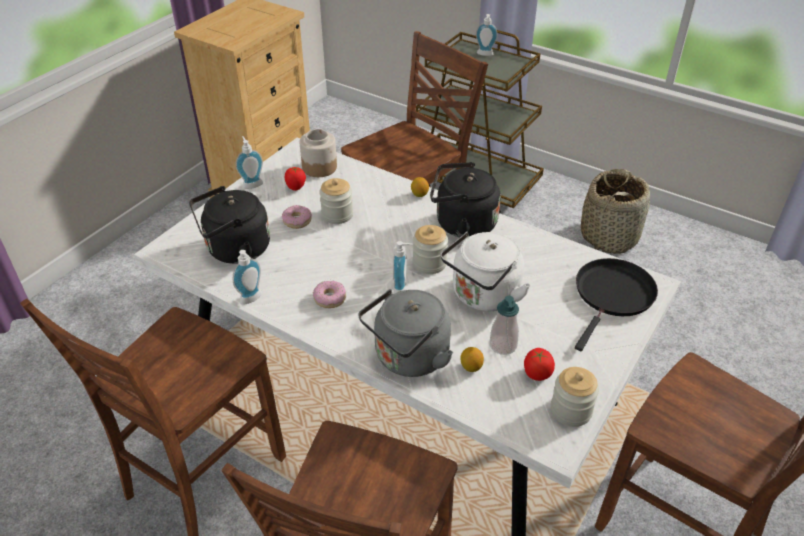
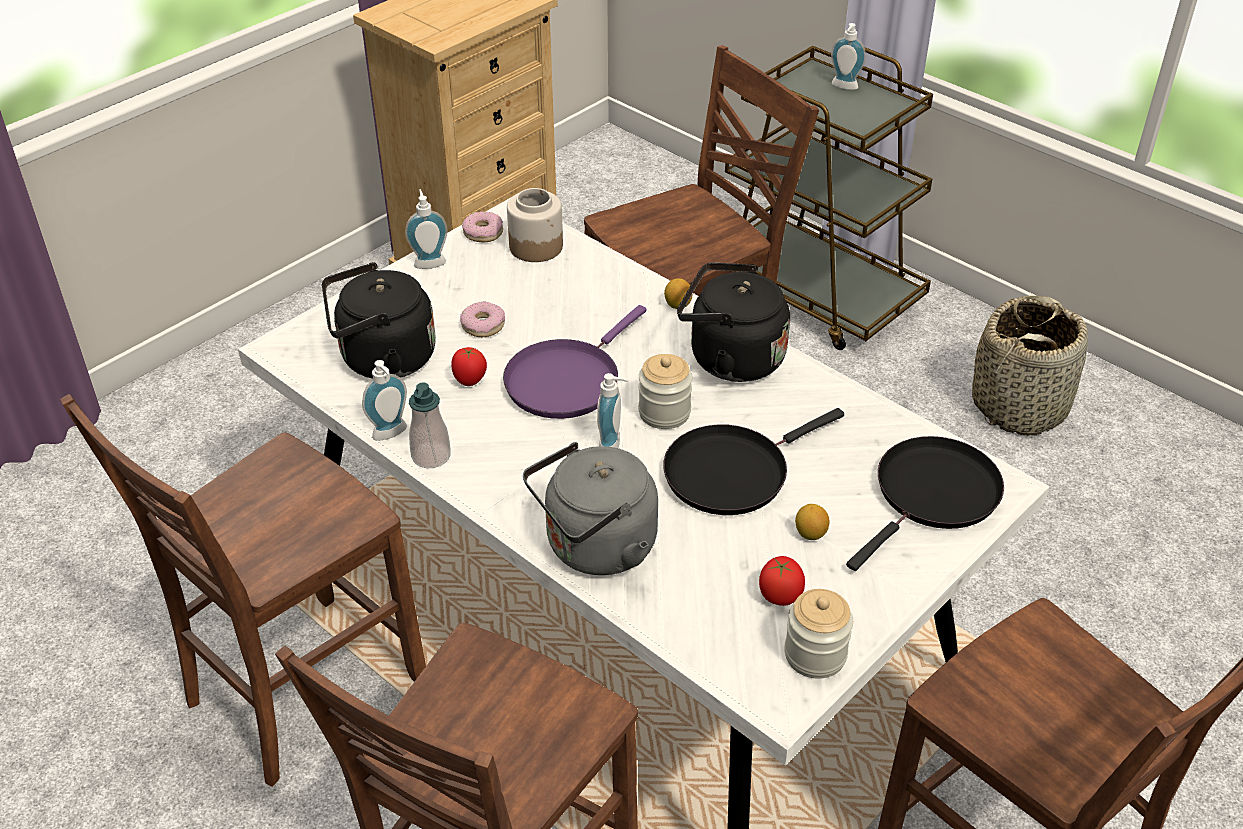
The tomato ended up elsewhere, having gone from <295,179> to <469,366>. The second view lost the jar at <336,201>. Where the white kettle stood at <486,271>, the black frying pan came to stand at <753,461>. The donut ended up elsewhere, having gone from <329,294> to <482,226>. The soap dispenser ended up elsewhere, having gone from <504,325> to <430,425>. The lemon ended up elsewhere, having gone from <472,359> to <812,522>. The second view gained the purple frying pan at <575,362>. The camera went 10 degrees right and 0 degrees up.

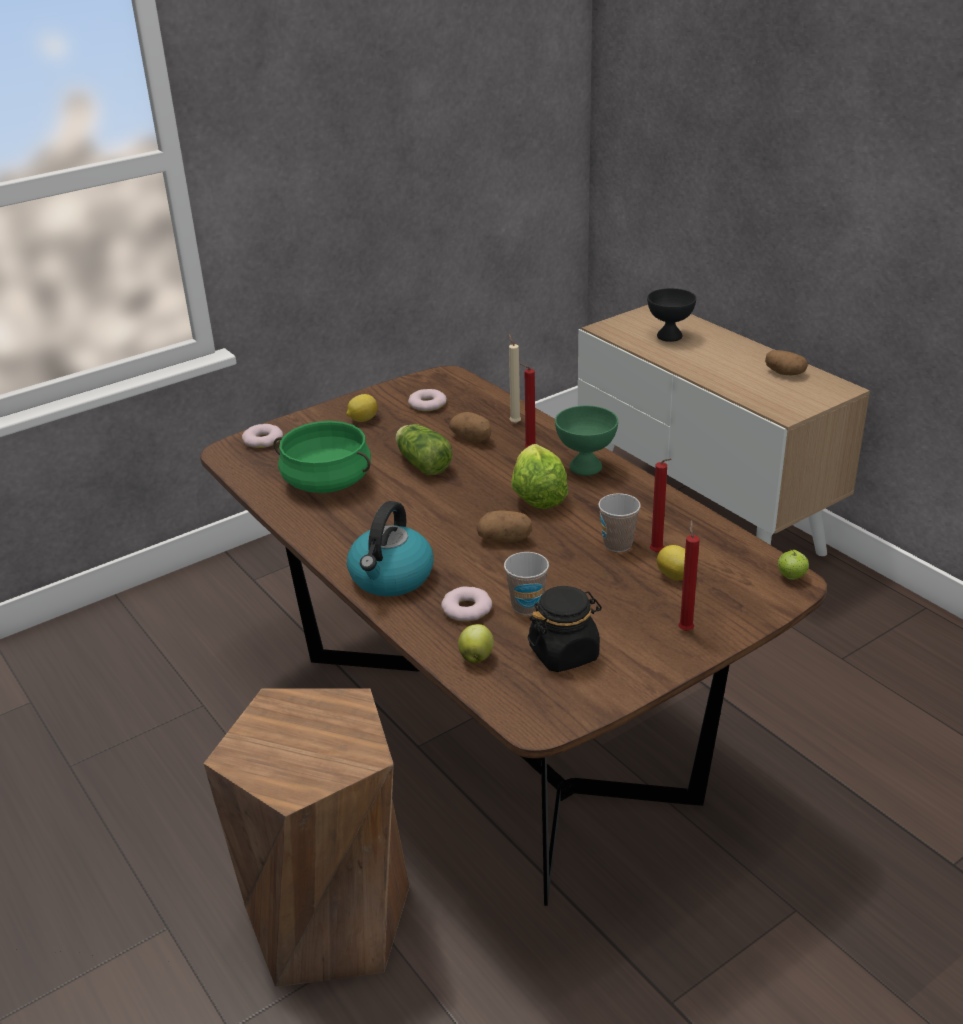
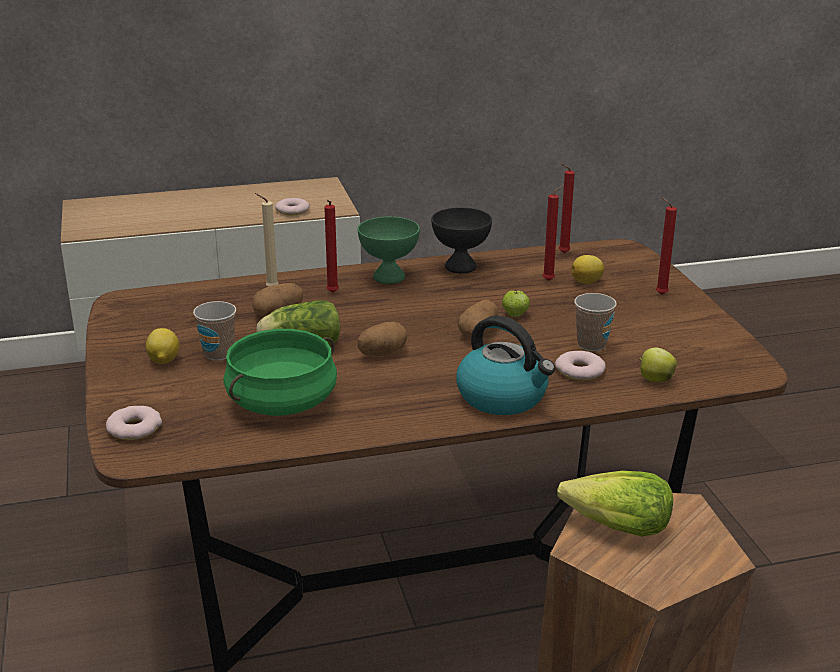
The black bowl ended up elsewhere, having gone from <671,315> to <461,240>. The potato ended up elsewhere, having gone from <786,363> to <382,339>. The donut ended up elsewhere, having gone from <427,400> to <292,206>. The lettuce ended up elsewhere, having gone from <539,476> to <615,504>. The cup ended up elsewhere, having gone from <619,522> to <214,331>. The apple ended up elsewhere, having gone from <793,564> to <516,304>. The second view lost the black jar at <565,629>. The second view gained the red candle at <567,208>. The camera went 70 degrees left and 5 degrees down.

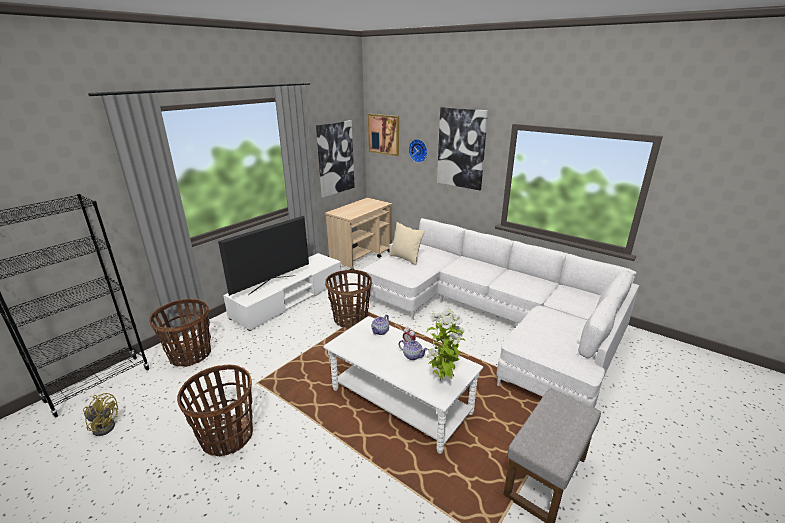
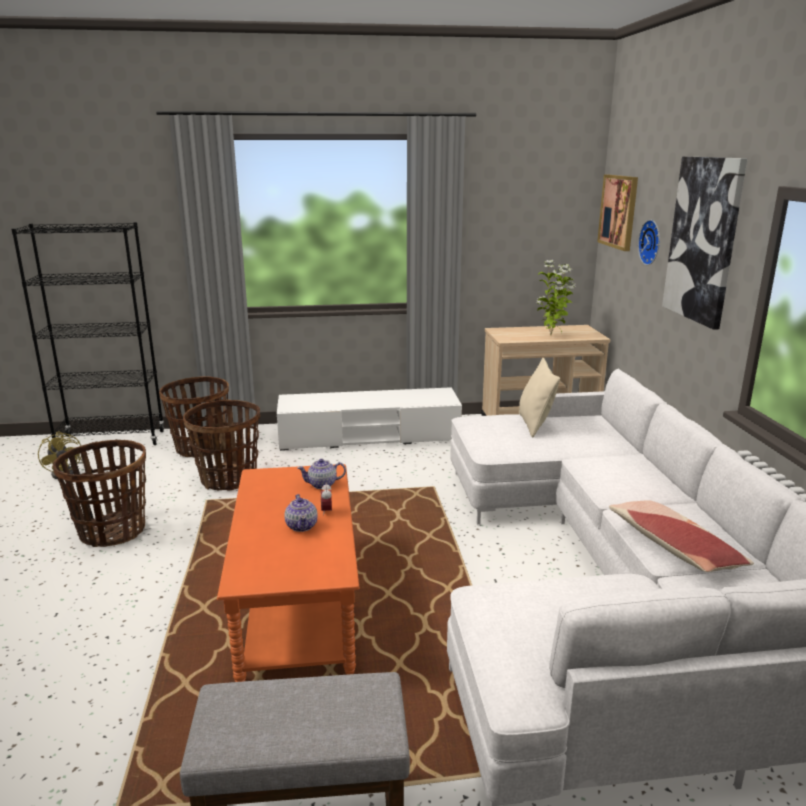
The second view lost the picture at <335,159>. The second view lost the television at <263,256>. The basket ended up elsewhere, having gone from <348,299> to <221,445>. The potted plant ended up elsewhere, having gone from <446,345> to <555,297>. What was the white coffee table at <403,385> turned into the orange coffee table at <288,573>. The second view gained the pillow at <681,536>. The camera went 45 degrees right and 5 degrees down.

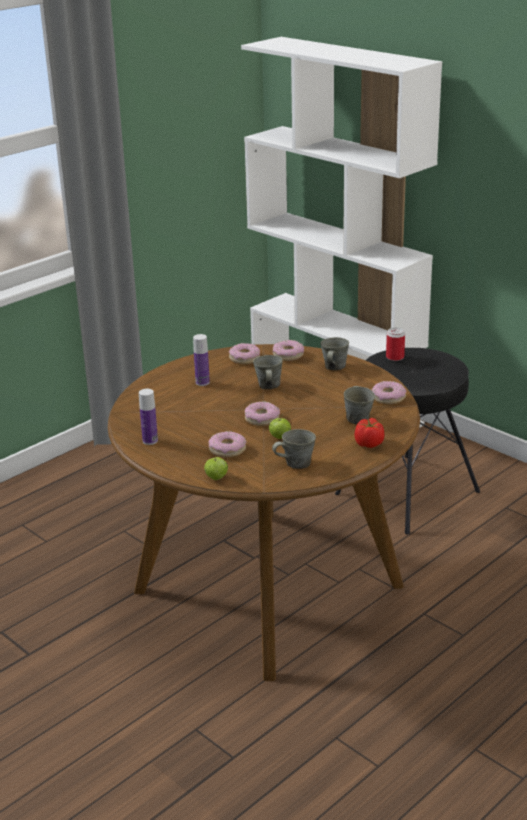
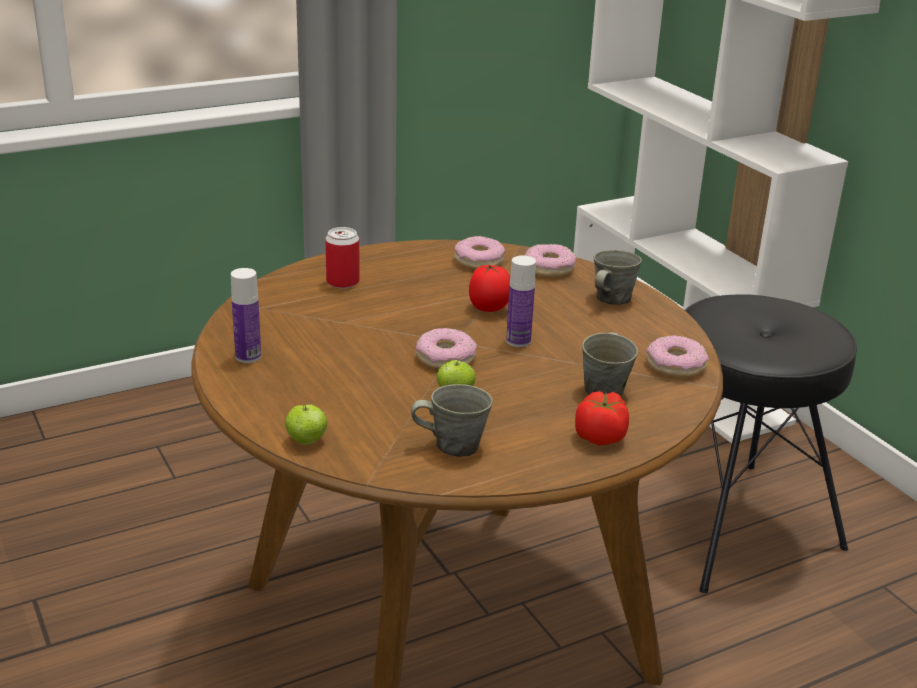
The can ended up elsewhere, having gone from <395,344> to <342,257>. The bottle ended up elsewhere, having gone from <201,360> to <521,301>. Where the grey mug stood at <268,372>, the tomato came to stand at <489,288>. The second view lost the donut at <227,444>. The camera went 15 degrees right and 0 degrees up.

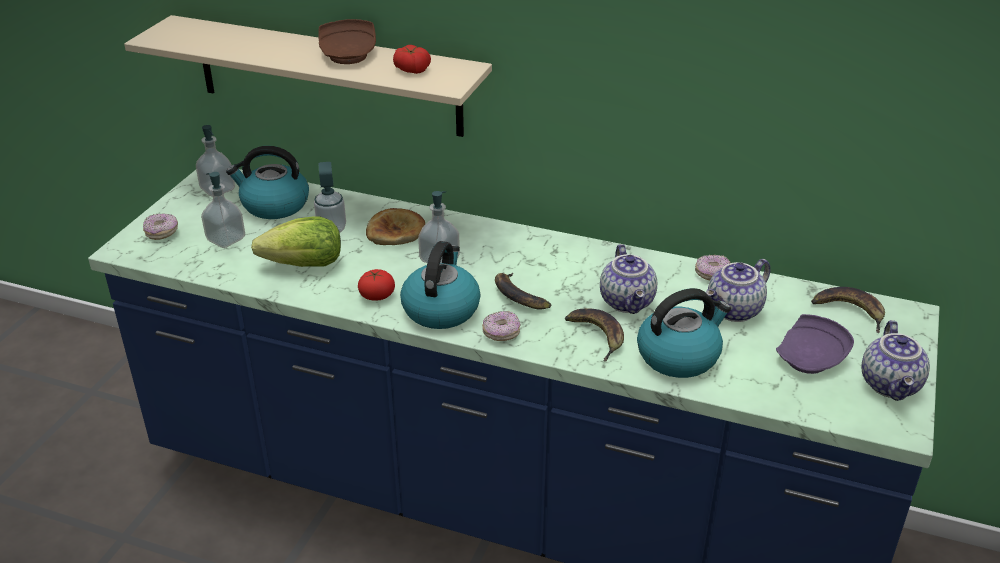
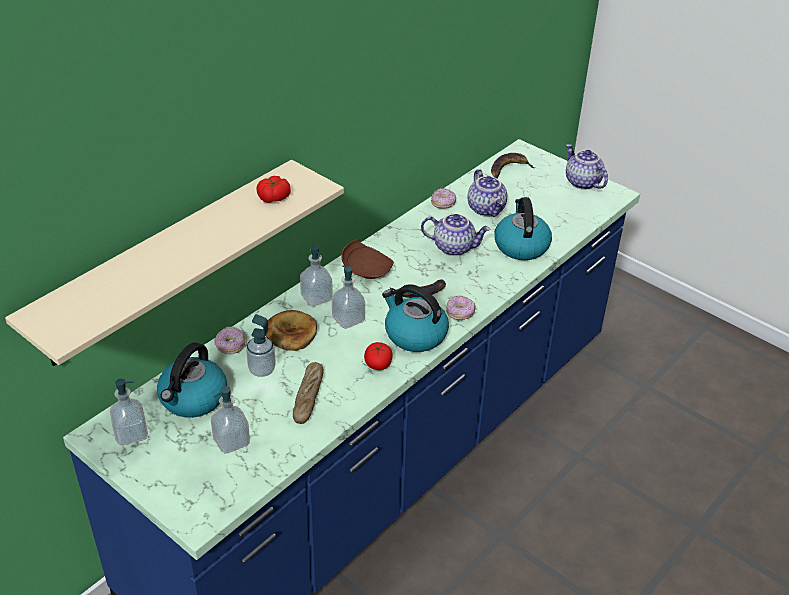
The brown plate ended up elsewhere, having gone from <347,41> to <367,259>. The donut ended up elsewhere, having gone from <160,226> to <230,340>. Where the lettuce stood at <296,242>, the bread came to stand at <308,393>. The second view lost the banana at <594,335>. The second view lost the purple plate at <815,344>. The teapot at <895,360> ended up facing another way, 150 degrees counterclockwise from before. The second view gained the soap dispenser at <316,275>. The camera went 70 degrees left and 5 degrees up.

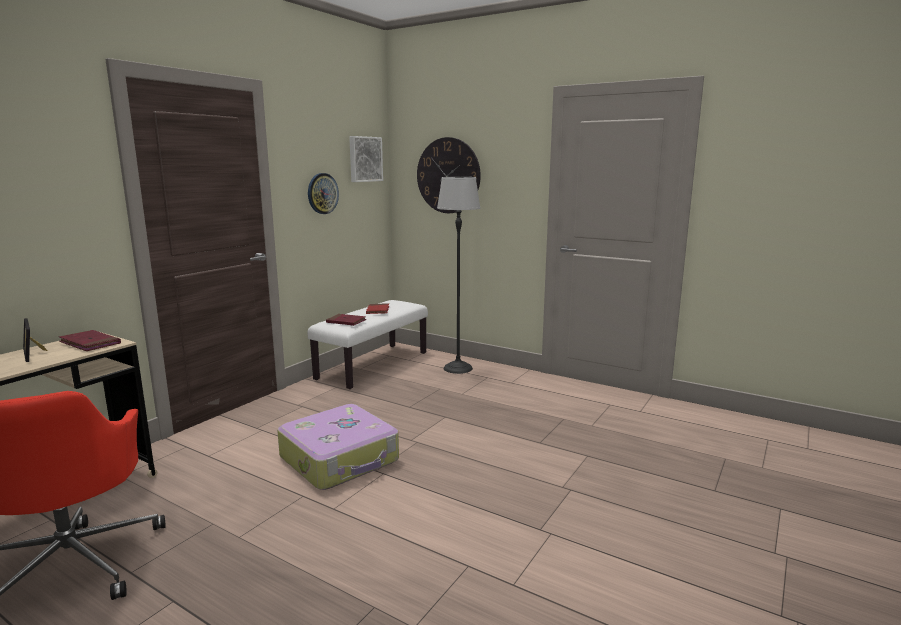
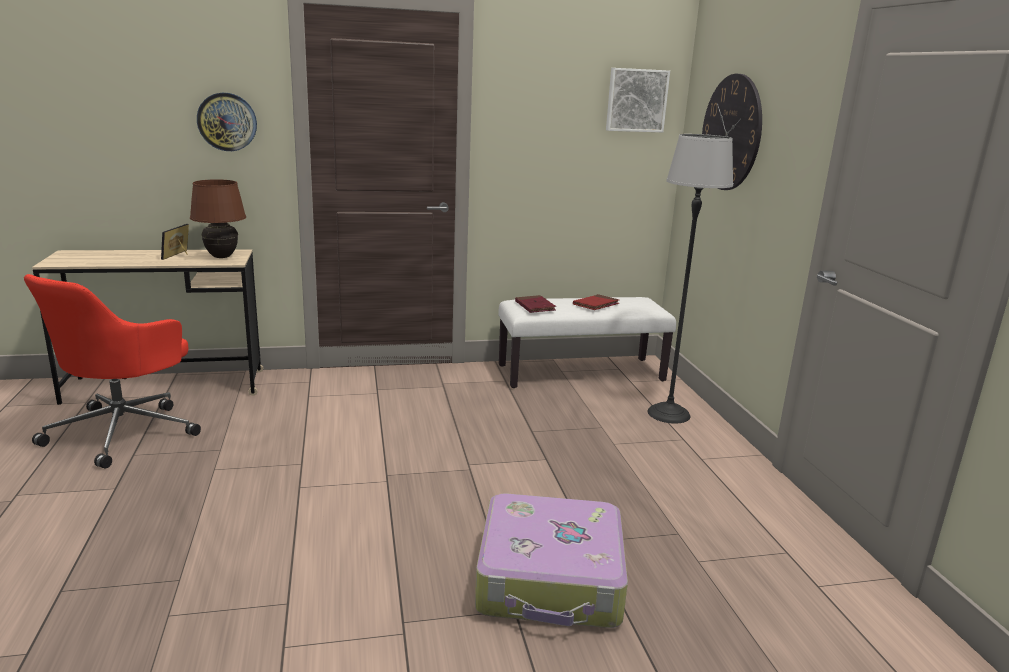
The wall clock ended up elsewhere, having gone from <323,193> to <227,122>. Where the red book stood at <90,340>, the brown table lamp came to stand at <218,218>. The suitcase ended up elsewhere, having gone from <338,447> to <551,561>. The camera went 45 degrees right and 5 degrees up.

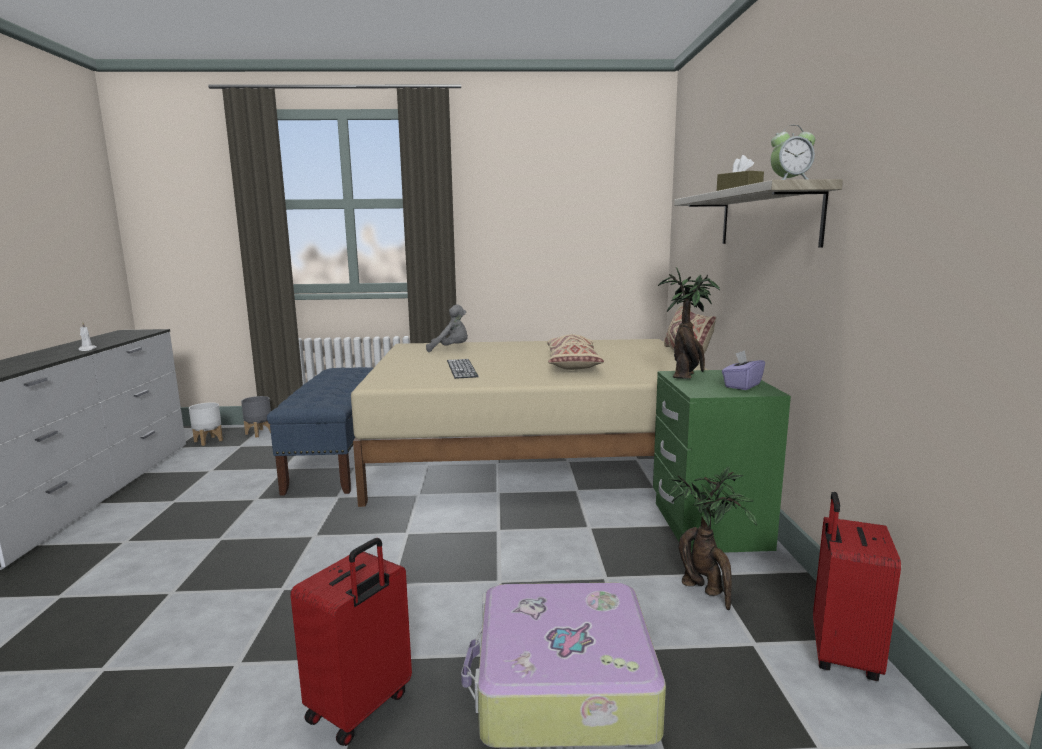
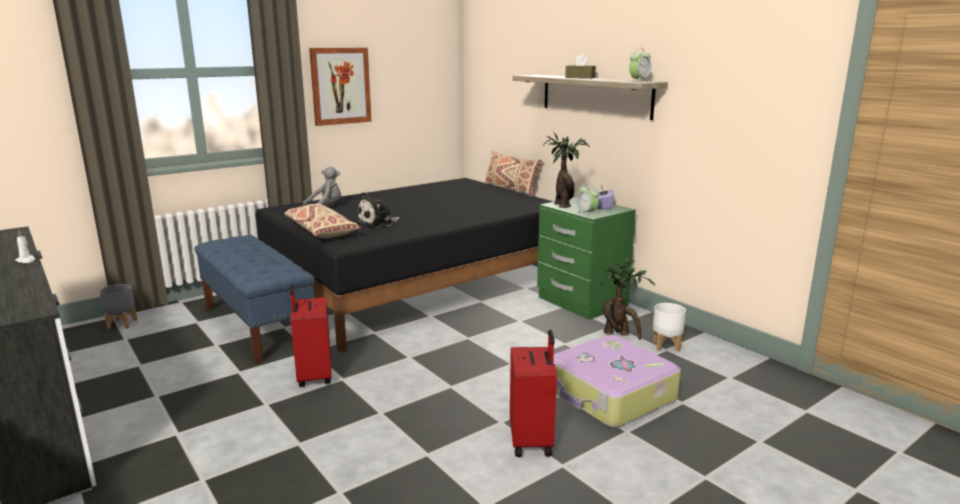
The beige pillow ended up elsewhere, having gone from <575,352> to <323,221>. What was the beige bed at <529,423> turned into the black bed at <404,265>. Where the keyboard stood at <463,369>, the plush toy came to stand at <378,210>. The white planter ended up elsewhere, having gone from <206,424> to <669,327>. The red suitcase ended up elsewhere, having gone from <857,586> to <311,335>. The second view gained the picture at <340,87>. The second view gained the alarm clock at <587,200>. The camera went 35 degrees left and 5 degrees up.

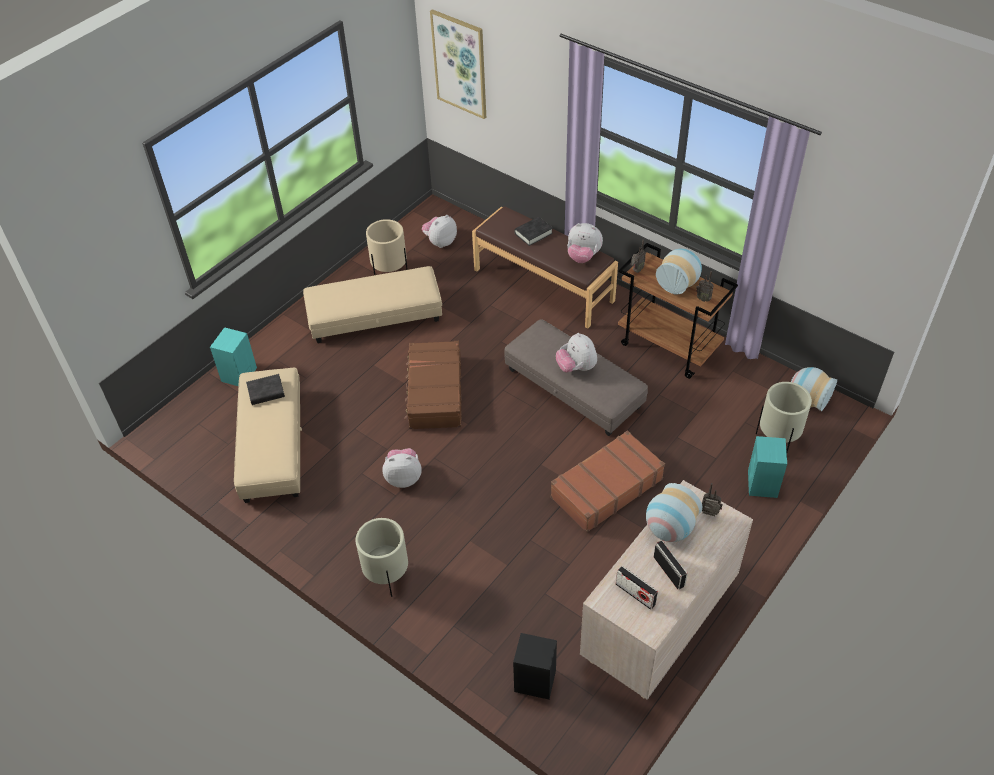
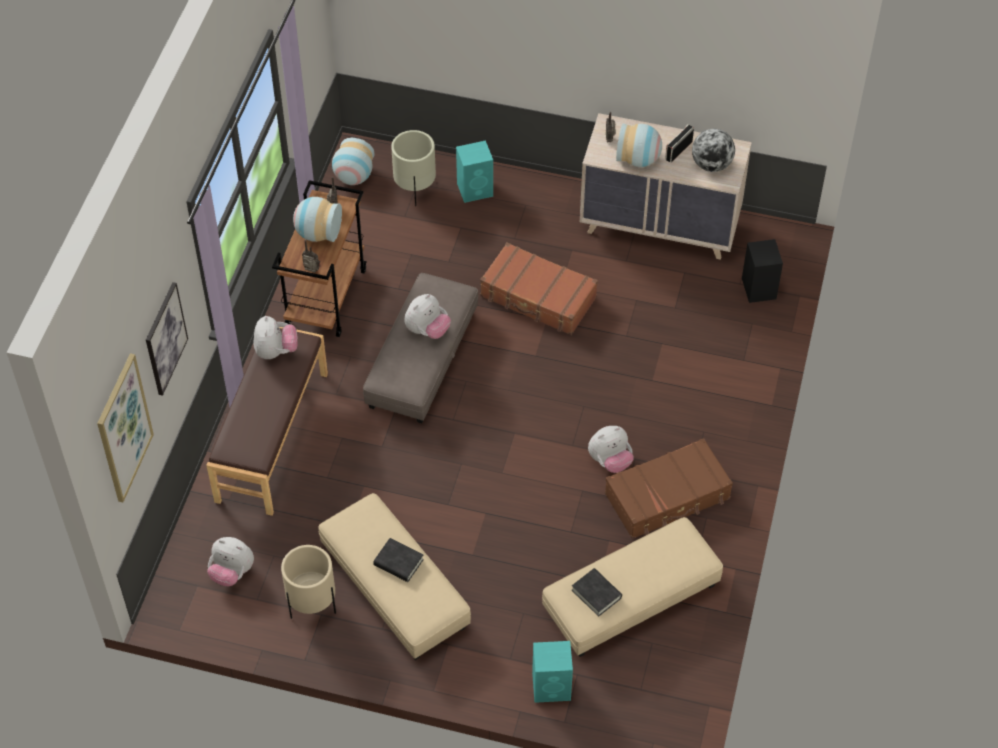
The black book ended up elsewhere, having gone from <533,231> to <398,560>. The brown suitcase ended up elsewhere, having gone from <433,385> to <669,488>. The plush toy at <402,468> ended up facing another way, 90 degrees counterclockwise from before. The second view lost the beige planter at <382,557>. Where the radio stood at <637,588>, the globe came to stand at <713,150>. The second view gained the picture at <167,339>. The camera went 115 degrees left and 5 degrees up.

